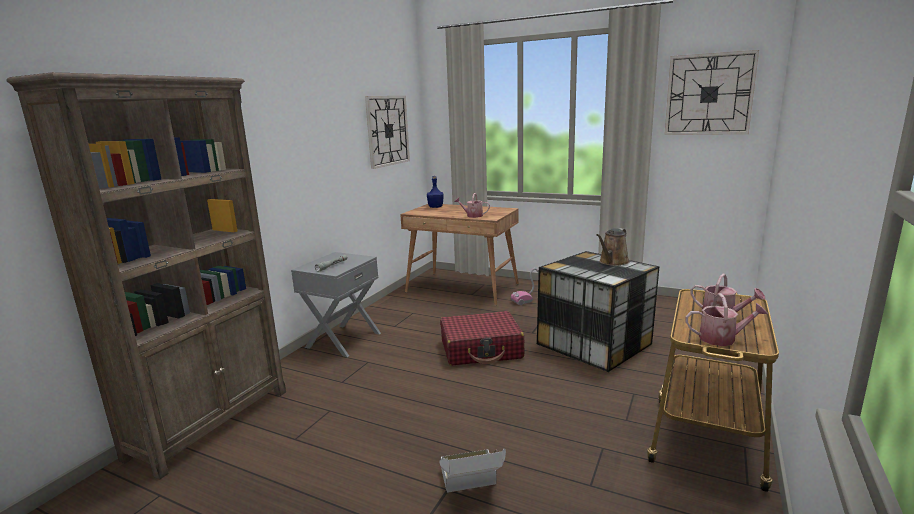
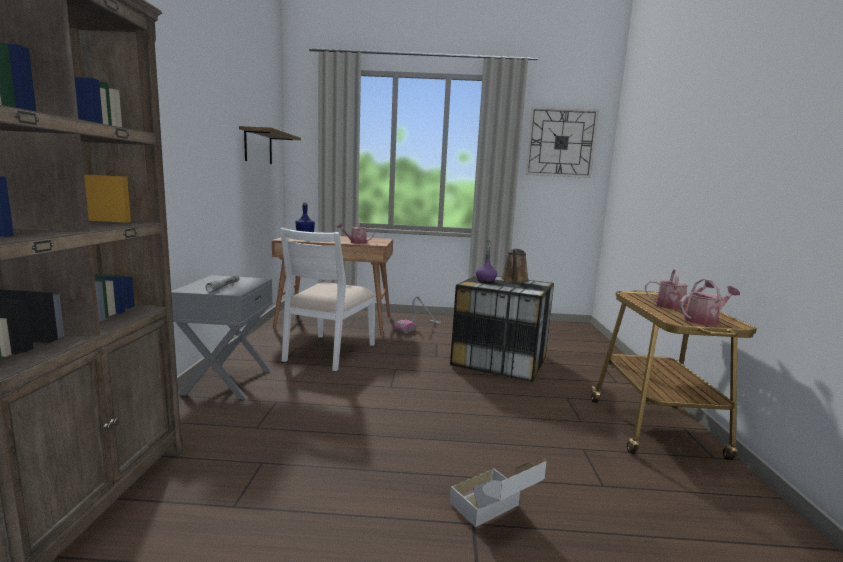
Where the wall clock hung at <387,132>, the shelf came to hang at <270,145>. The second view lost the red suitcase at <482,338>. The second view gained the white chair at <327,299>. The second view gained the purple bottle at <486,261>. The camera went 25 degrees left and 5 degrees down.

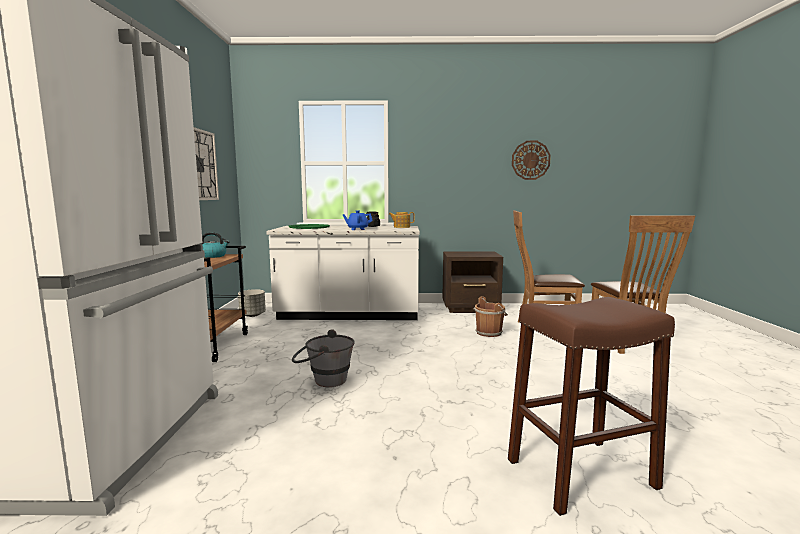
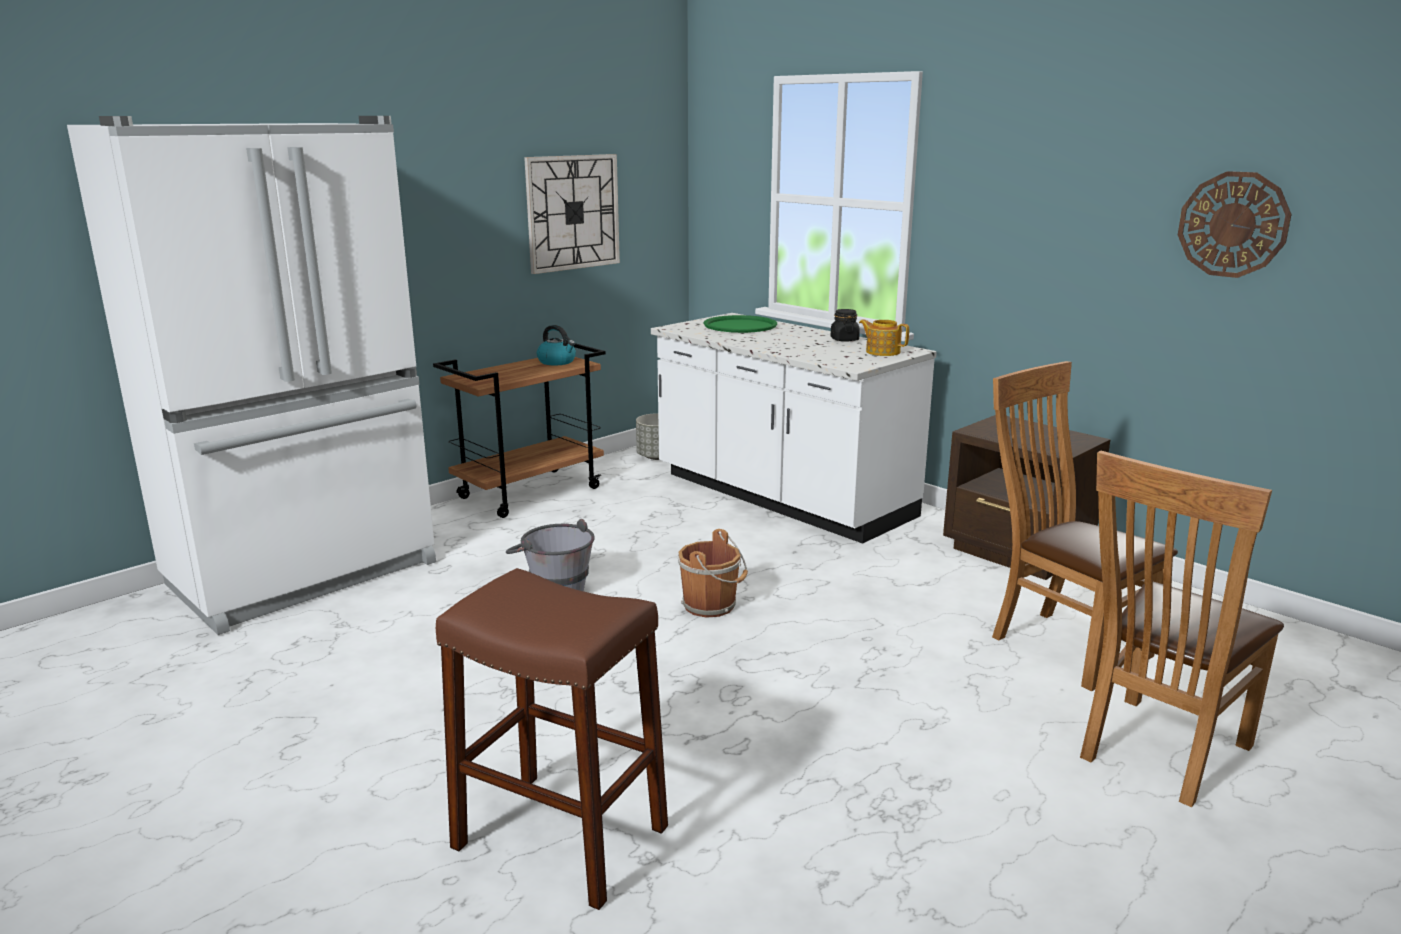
The second view lost the blue teapot at <357,220>. The brown bucket ended up elsewhere, having gone from <490,316> to <713,573>. The camera went 45 degrees right and 10 degrees up.

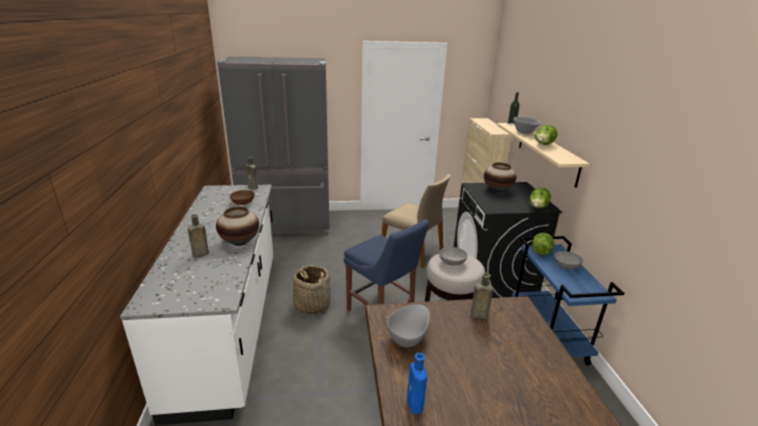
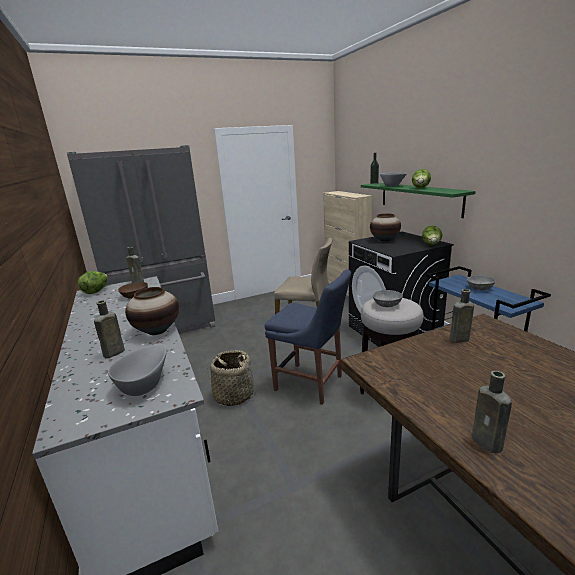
What was the beige shelf at <543,155> turned into the green shelf at <418,200>. The lettuce ended up elsewhere, having gone from <543,244> to <93,282>. The grey bowl ended up elsewhere, having gone from <408,325> to <137,370>. What was the blue bottle at <417,383> turned into the brown bottle at <492,412>. The camera went 15 degrees left and 5 degrees down.

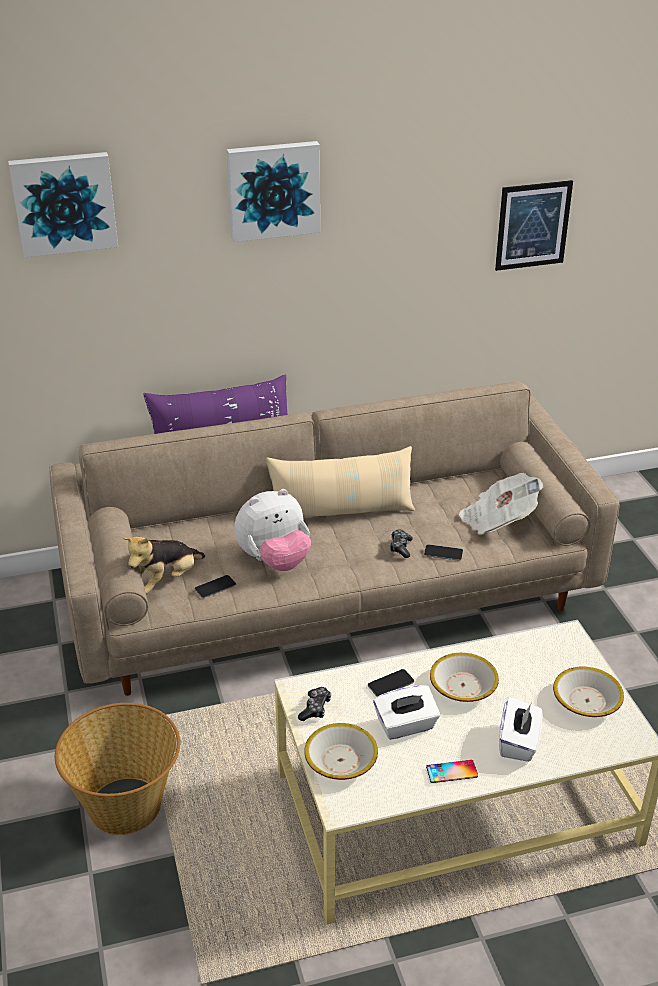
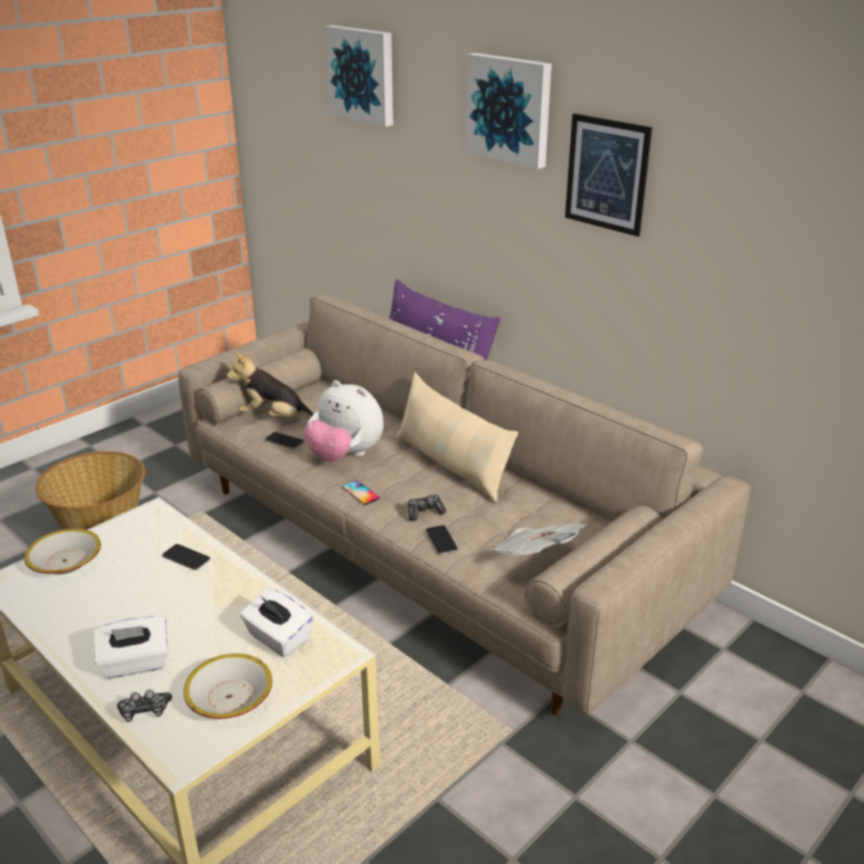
The picture ended up elsewhere, having gone from <534,225> to <608,175>. The second view lost the bowl at <464,677>. The white tissue box ended up elsewhere, having gone from <406,712> to <276,622>. The game controller ended up elsewhere, having gone from <314,704> to <144,706>. The phone ended up elsewhere, having gone from <452,771> to <361,492>. The camera went 60 degrees right and 5 degrees down.

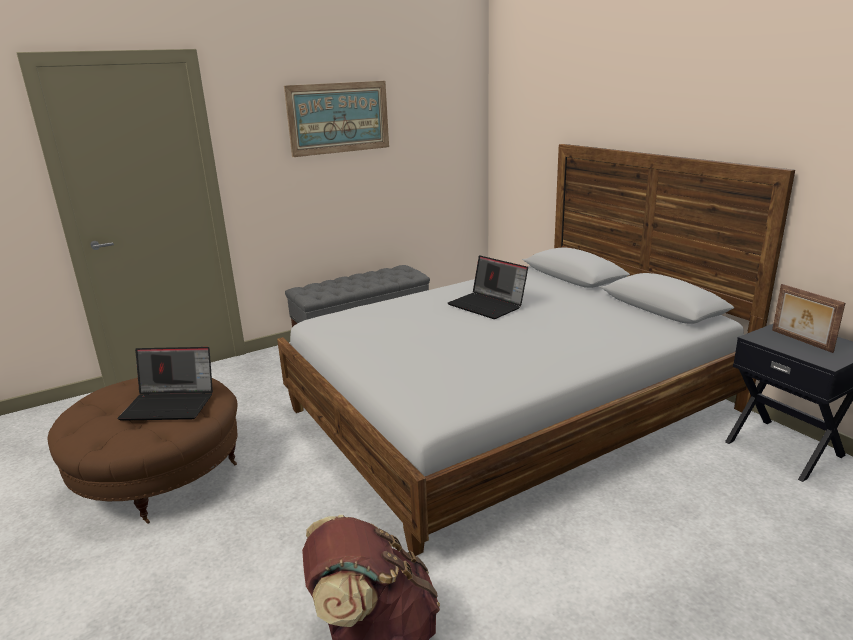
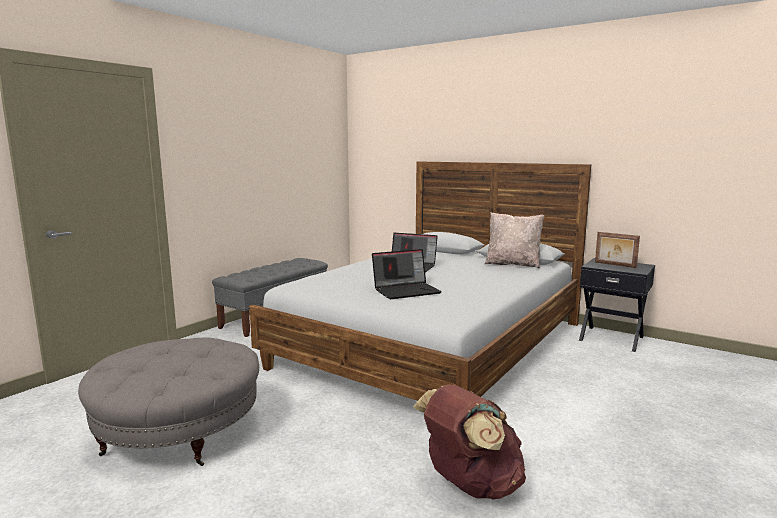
The second view lost the picture at <336,119>. The laptop ended up elsewhere, having gone from <165,384> to <407,274>. What was the brown ottoman at <142,451> turned into the grey ottoman at <168,402>. The second view gained the beige pillow at <514,240>. The camera went 25 degrees left and 10 degrees down.

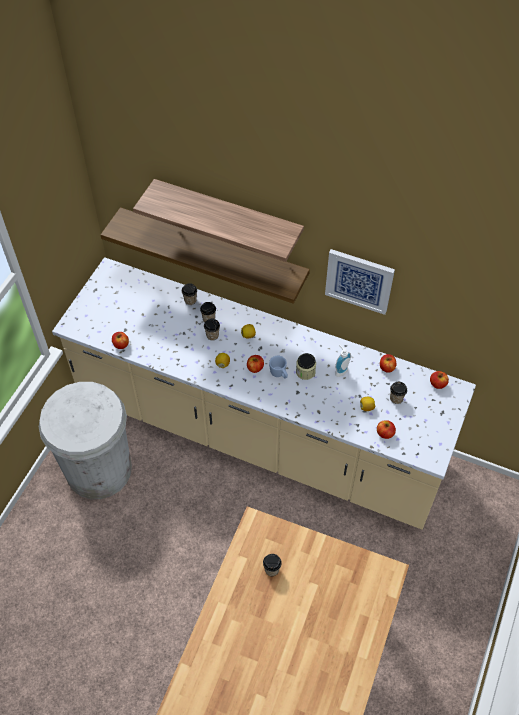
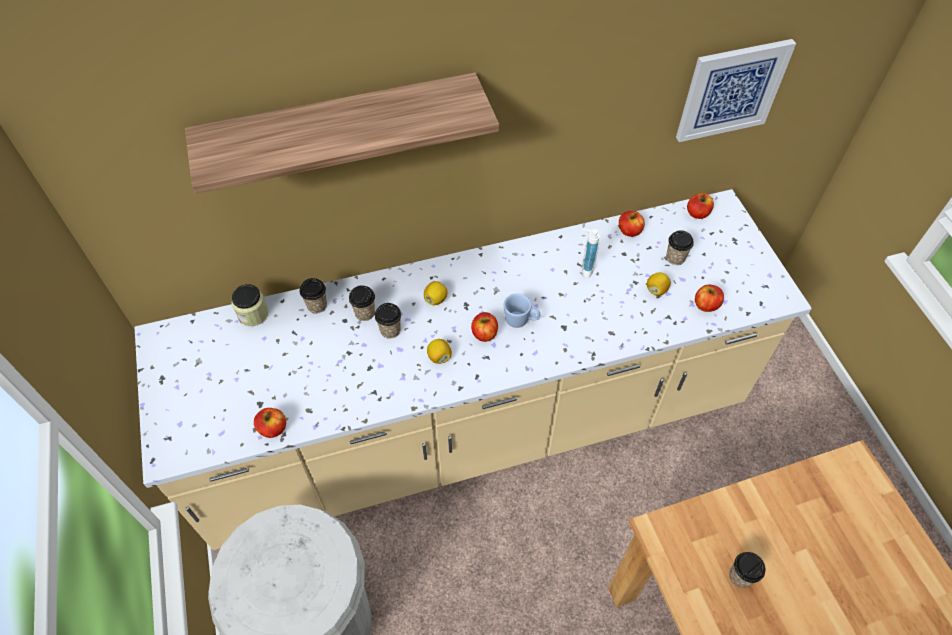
The second view lost the shelf at <205,255>. The picture ended up elsewhere, having gone from <360,282> to <736,90>. The jar ended up elsewhere, having gone from <306,366> to <250,305>. The camera went 40 degrees left and 0 degrees up.

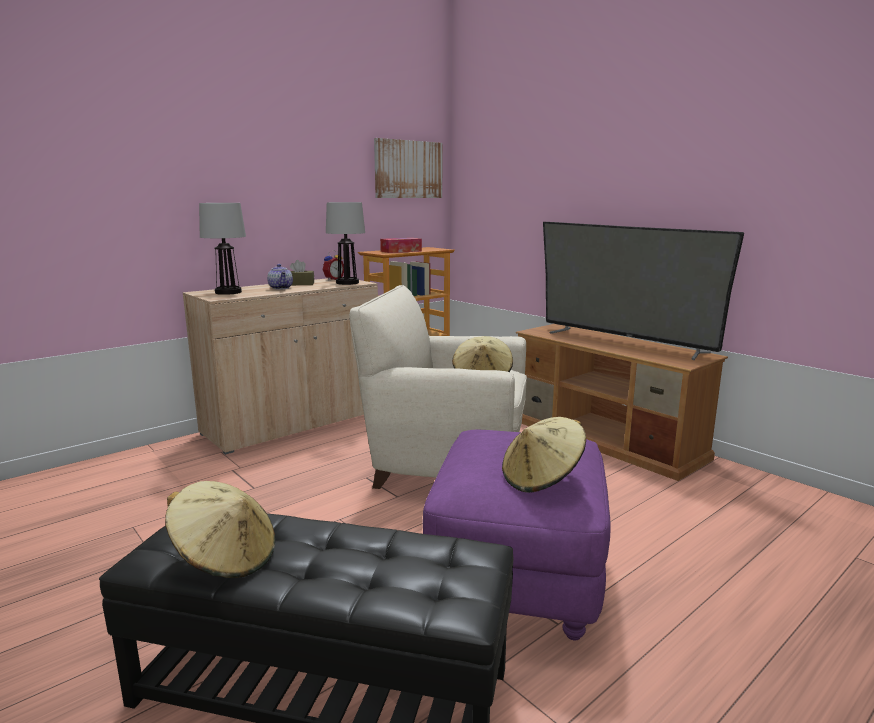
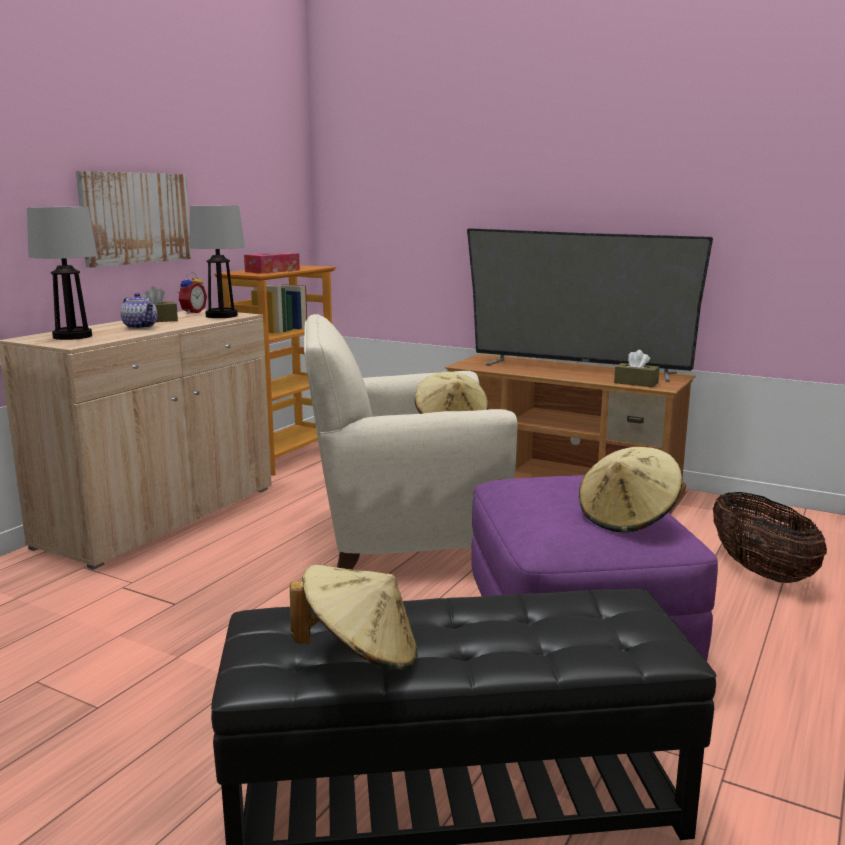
The picture ended up elsewhere, having gone from <408,168> to <134,219>. The second view gained the brown tissue box at <637,368>. The second view gained the basket at <770,537>. The camera went 20 degrees left and 0 degrees up.

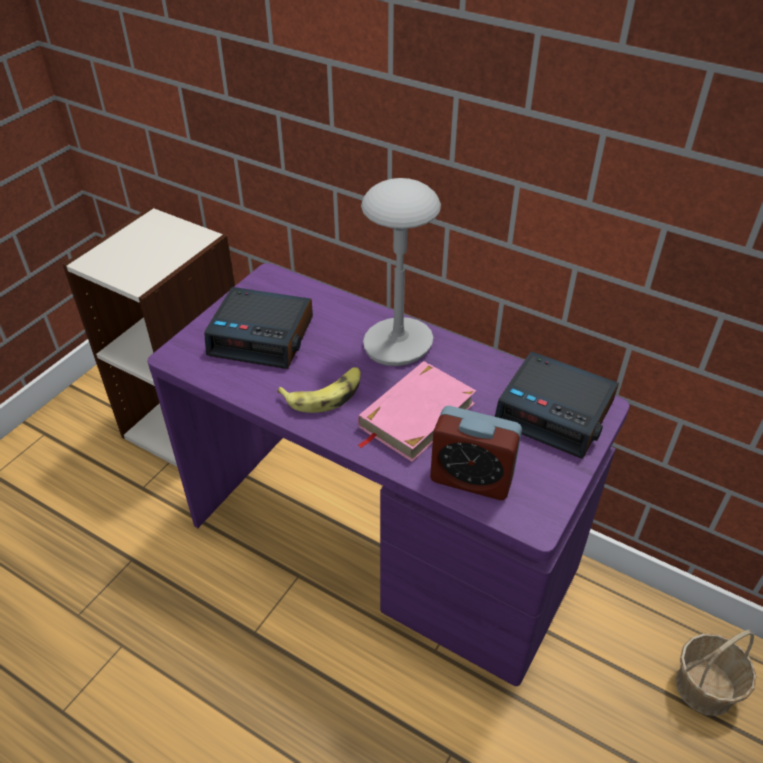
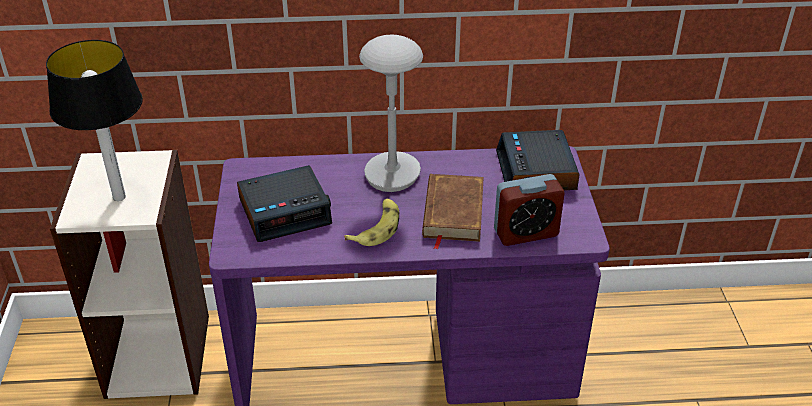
The alarm clock at <557,405> ended up facing another way, 90 degrees clockwise from before. What was the pink book at <416,411> turned into the brown book at <453,212>. The second view lost the basket at <716,672>. The second view gained the table lamp at <94,120>. The camera went 35 degrees left and 5 degrees down.

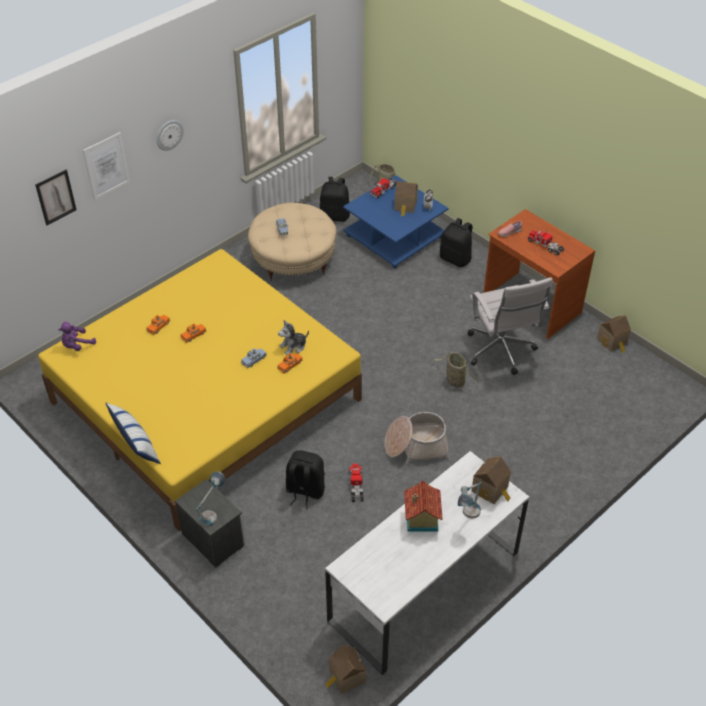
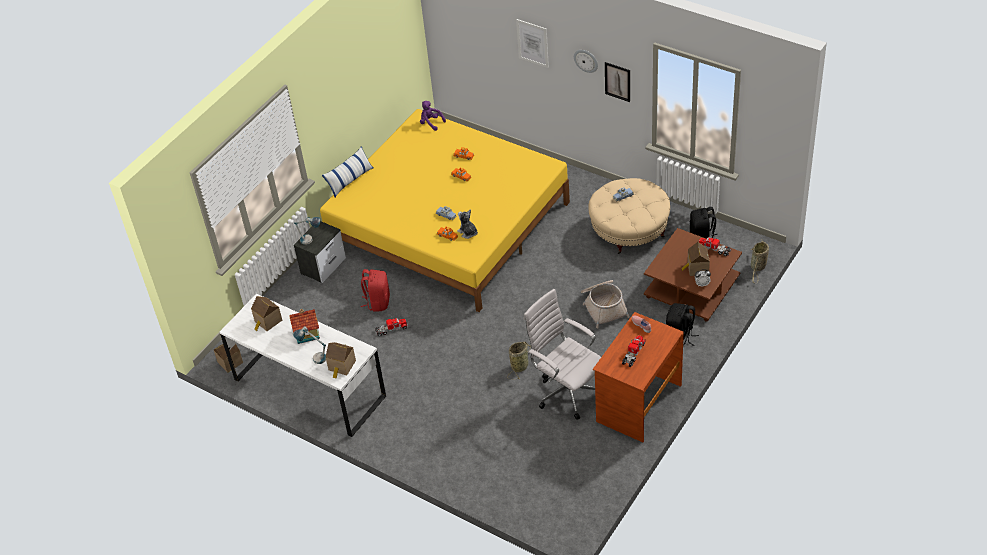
The picture ended up elsewhere, having gone from <55,197> to <617,82>. What was the blue coffee table at <395,221> turned into the brown coffee table at <693,275>. The white office chair at <510,326> ended up facing another way, 75 degrees clockwise from before. The toy house ended up elsewhere, having gone from <614,334> to <266,313>. The basket ended up elsewhere, having gone from <417,438> to <605,304>. What was the black backpack at <305,479> turned into the red backpack at <375,290>. The camera went 80 degrees right and 0 degrees up.

